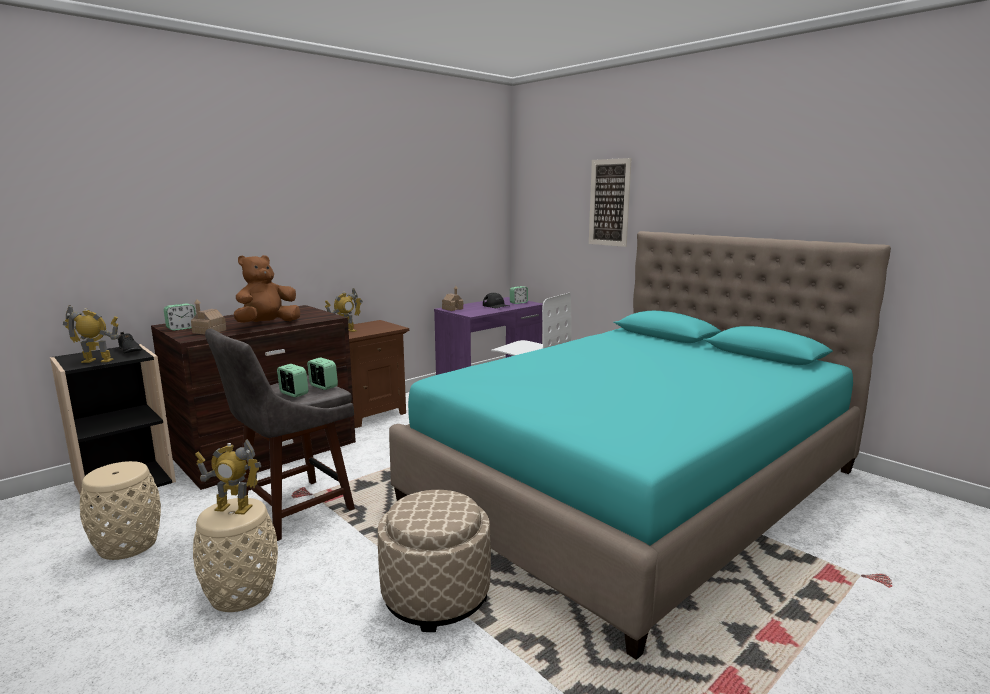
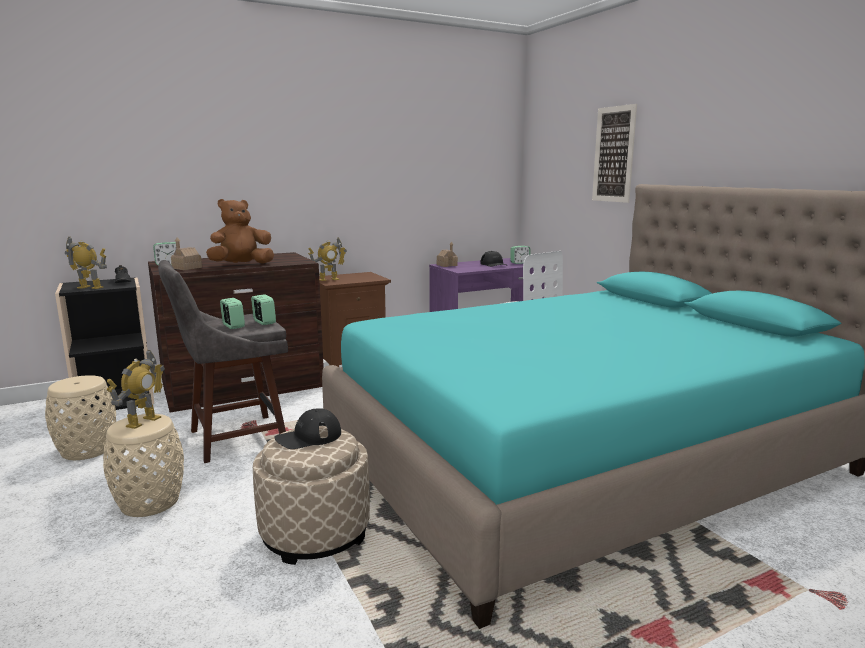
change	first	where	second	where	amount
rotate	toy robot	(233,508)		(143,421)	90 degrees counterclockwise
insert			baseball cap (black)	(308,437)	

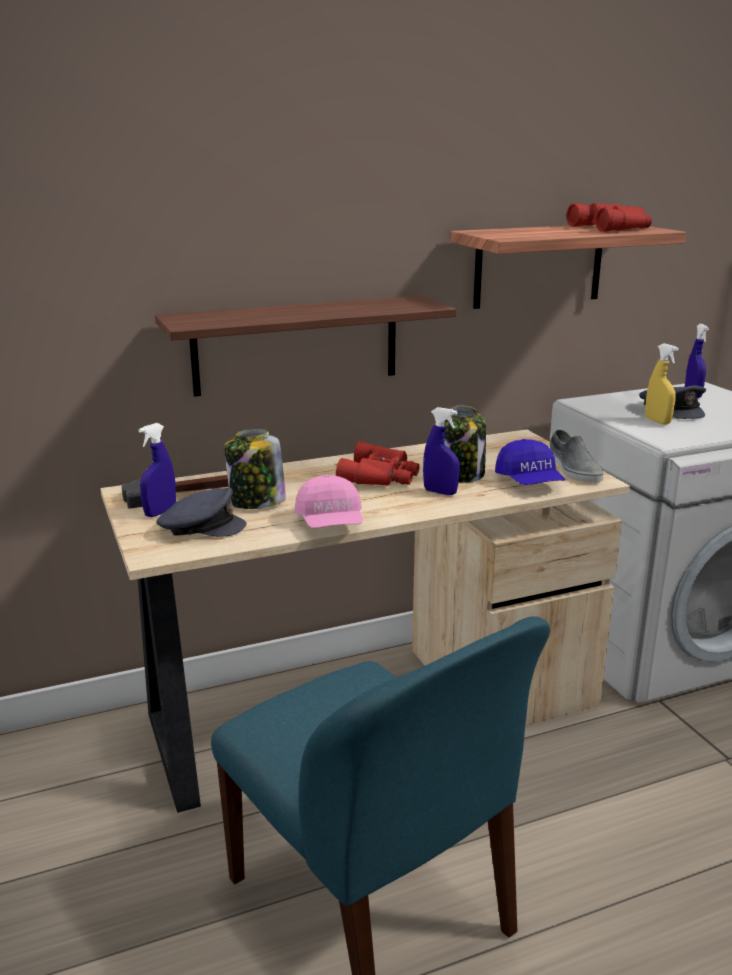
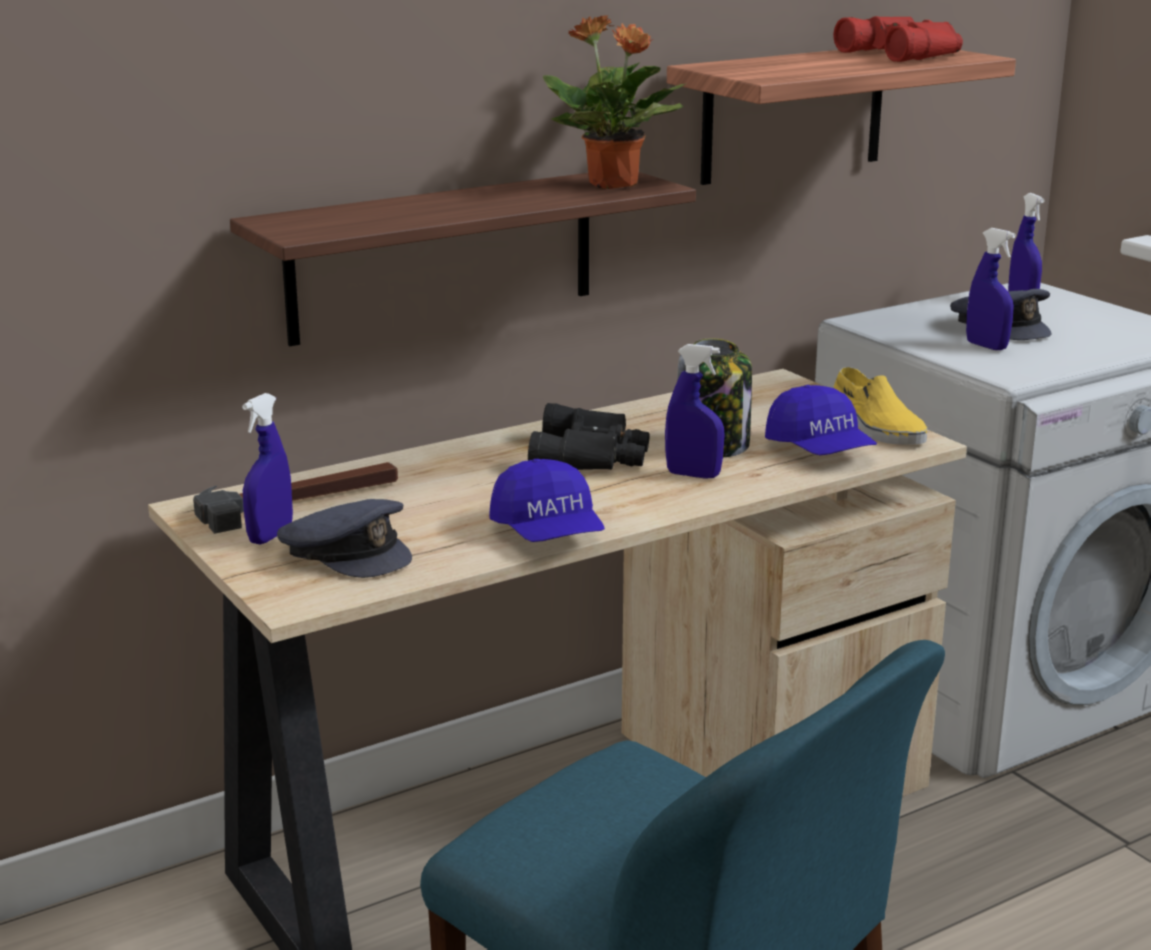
change	first	where	second	where	amount
recolor	sprayer (yellow)	(657,421)	sprayer (blue)	(986,346)	
delete	storage jar	(256,502)			
recolor	shoe (grey)	(573,469)	shoe (yellow)	(876,426)	
recolor	binoculars (red)	(381,476)	binoculars (black)	(592,456)	
recolor	baseball cap (pinkish)	(330,523)	baseball cap (blue)	(548,533)	
rotate	baseball cap (grey)	(201,526)		(348,553)	45 degrees clockwise
insert			plant in a pot	(614,185)	

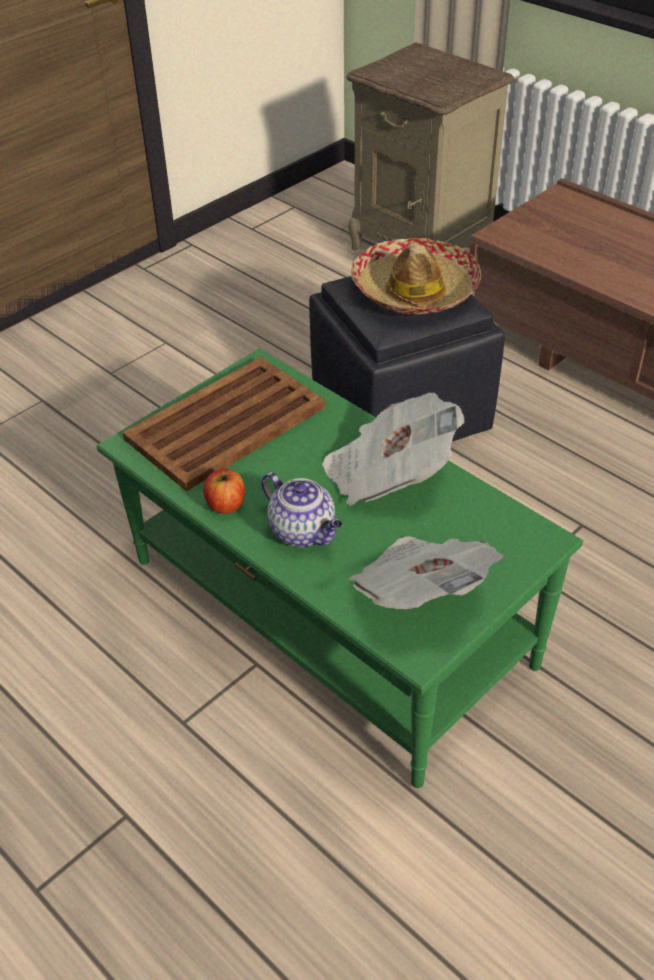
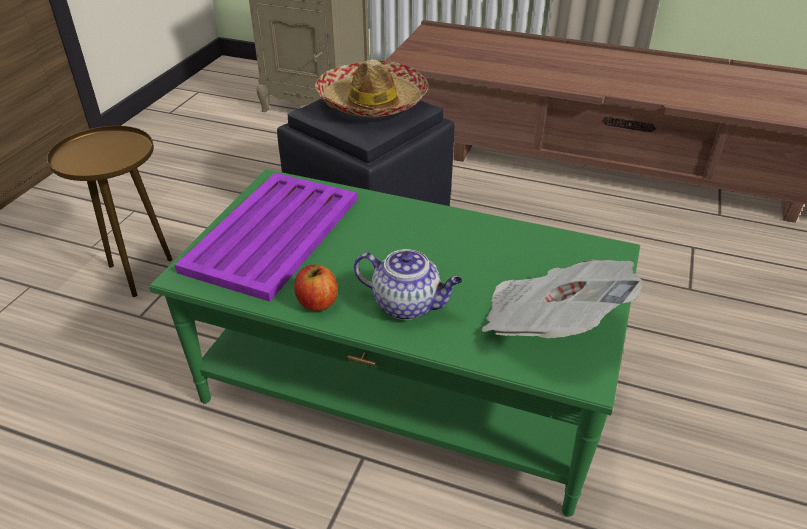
change	first	where	second	where	amount
recolor	tray (brown)	(224,424)	tray (purplish)	(271,235)	
delete	daily paper	(388,474)			
insert			side table (brown)	(139,273)	

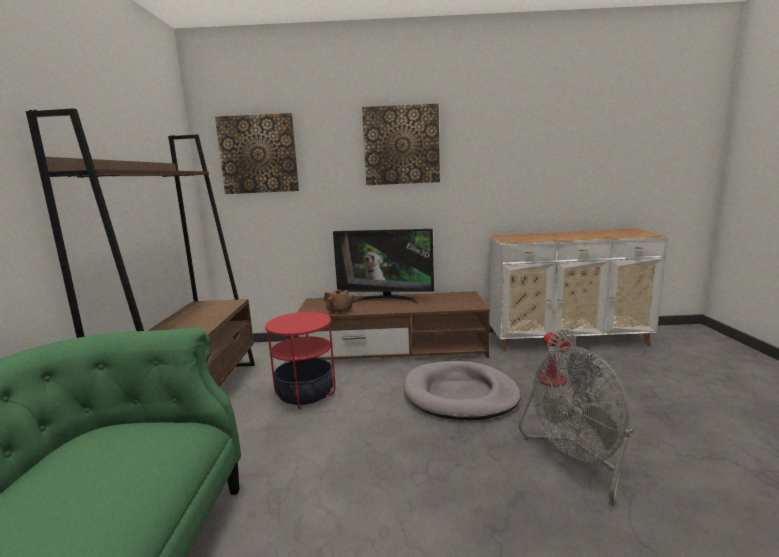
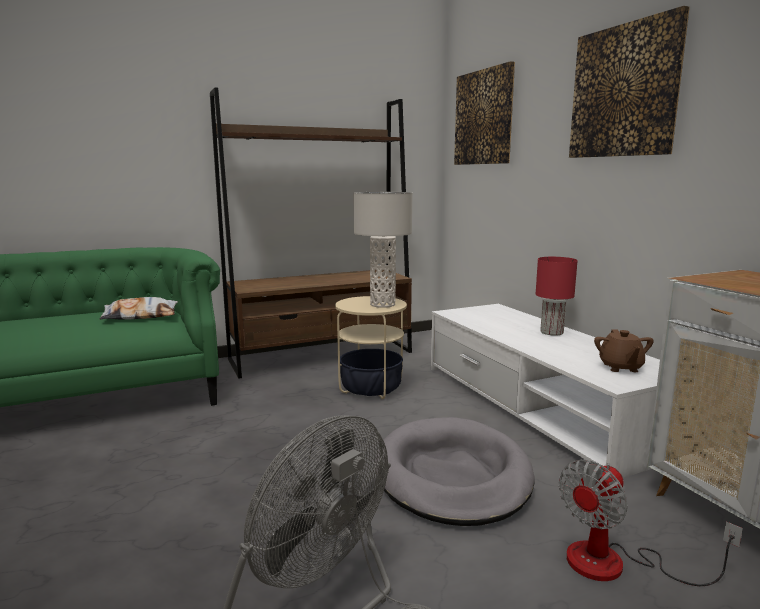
change	first	where	second	where	amount
replace	television	(386,299)	table lamp (red)	(552,332)	
move	pot for tea (brown)	(339,311)		(620,367)	
recolor	media console (brown)	(394,348)	media console (white-coloured)	(538,405)	
recolor	side table (red)	(305,396)	side table (beige)	(371,389)	
insert			table lamp (white-coloured)	(383,304)	
insert			pillow	(140,316)	

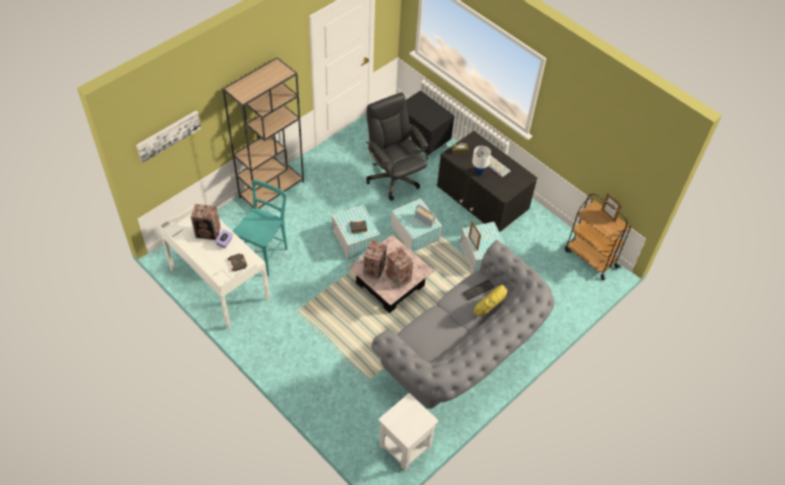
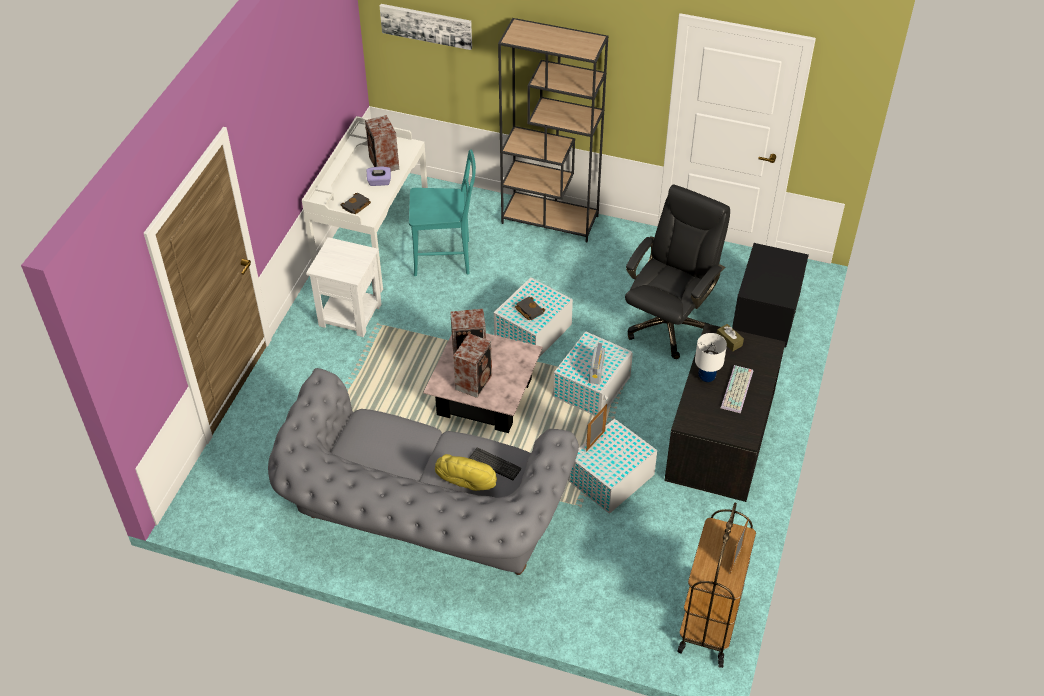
change	first	where	second	where	amount
move	side table (white-coloured)	(405,446)		(349,315)	

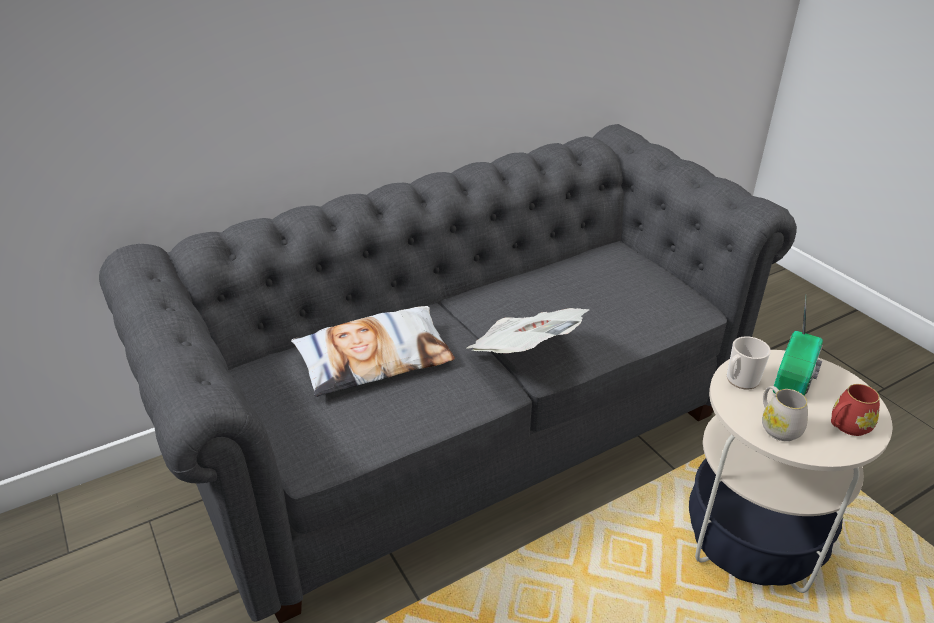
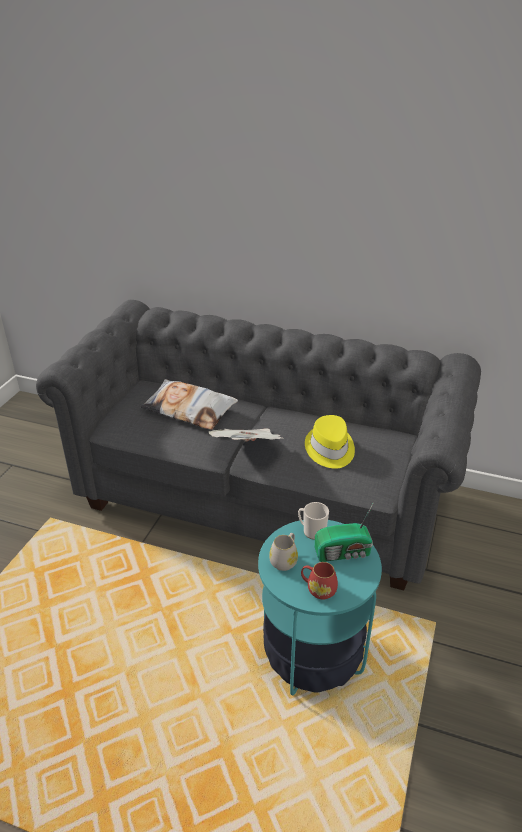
change	first	where	second	where	amount
recolor	side table (beige)	(751,541)	side table (turquoise)	(312,656)	
insert			wearable hat (yellow)	(329,449)	

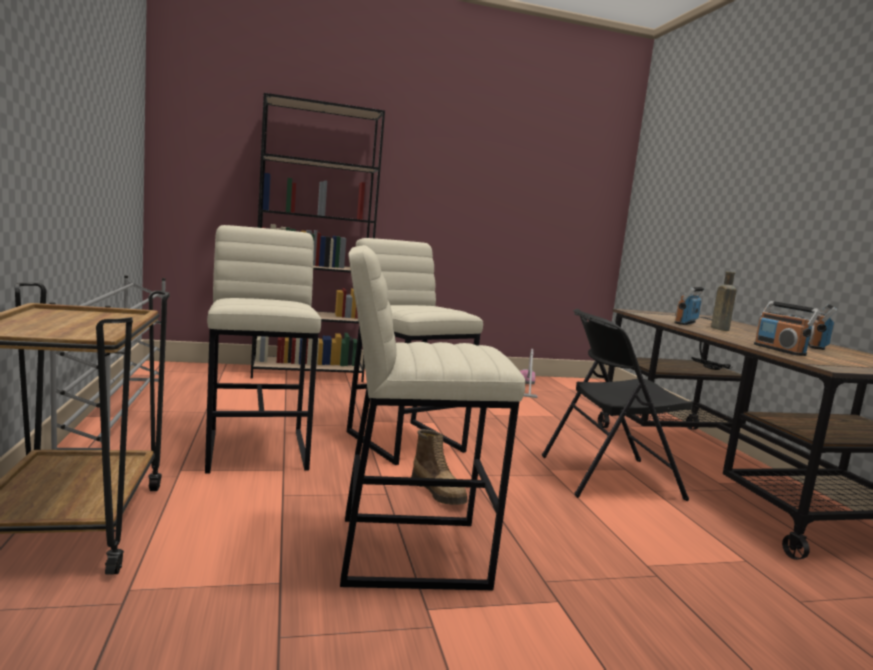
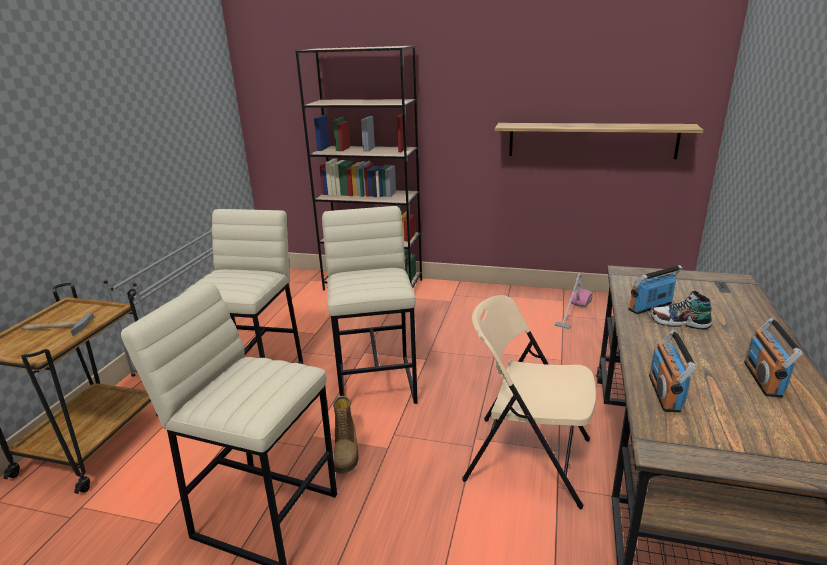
change	first	where	second	where	amount
replace	beverage bottle (brown)	(719,328)	shoe	(679,323)	
rotate	radio set	(816,346)		(763,379)	45 degrees counterclockwise
recolor	plain chair (black)	(609,477)	plain chair (beige)	(528,458)	
insert			wall shelf	(591,140)	
insert			hand hammer	(55,328)	

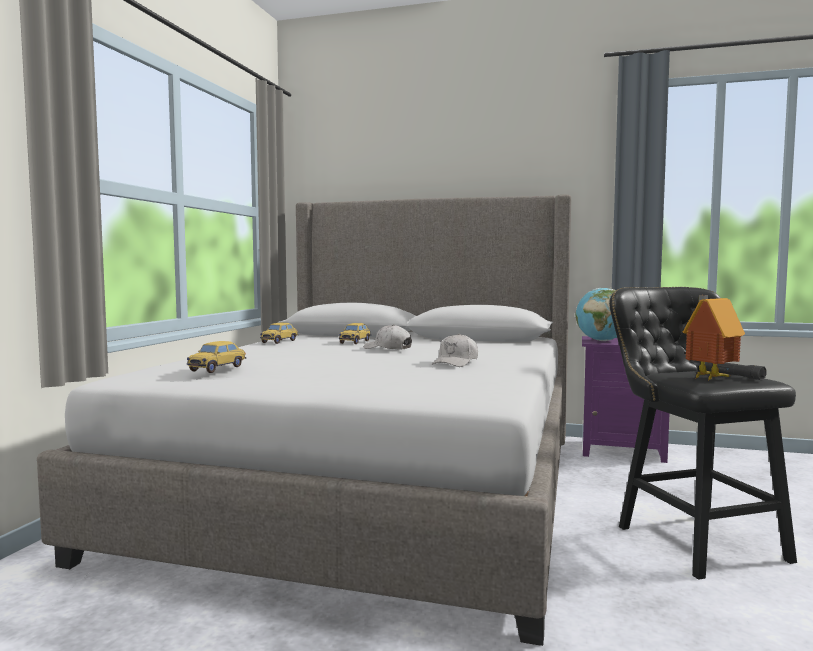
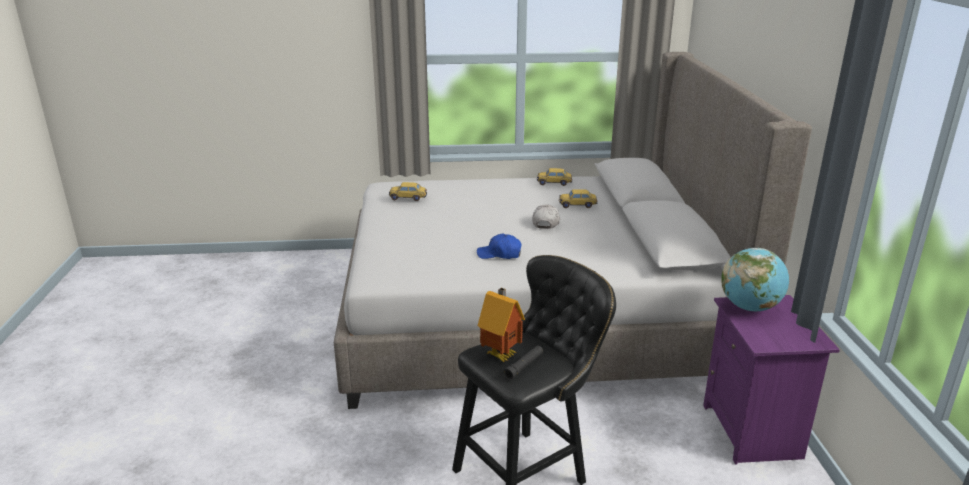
change	first	where	second	where	amount
recolor	baseball cap (white-coloured)	(455,363)	baseball cap (blue)	(499,254)	

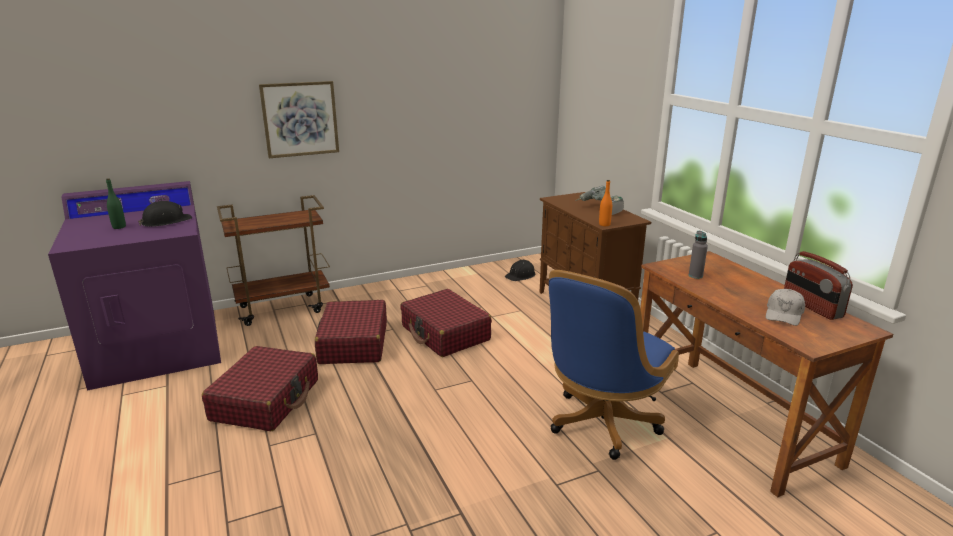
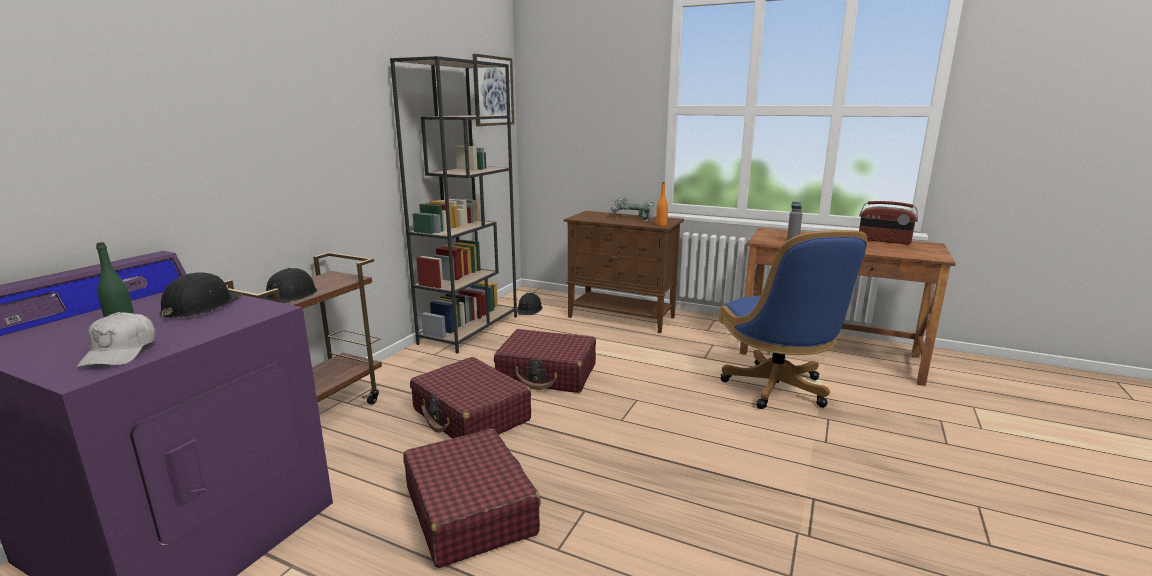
change	first	where	second	where	amount
move	wall picture	(300,119)		(493,91)	
move	baseball cap (white-coloured)	(784,314)		(121,352)	
insert			bookshelf	(469,329)	
insert			work helmet (black)	(290,296)	

